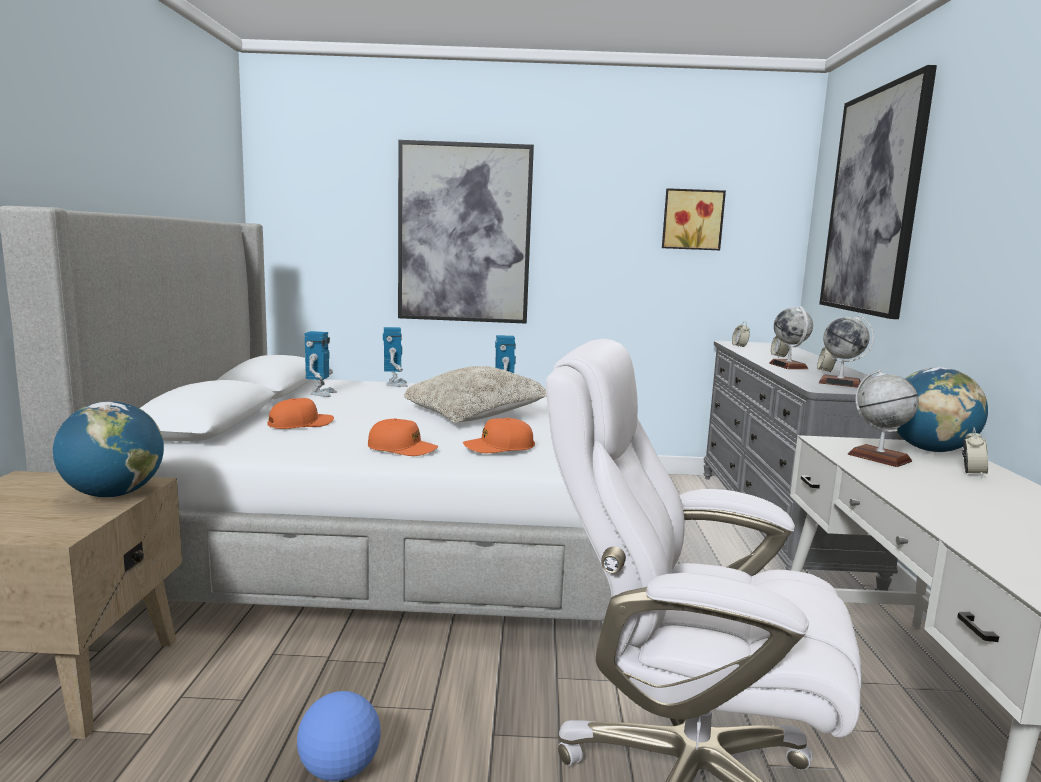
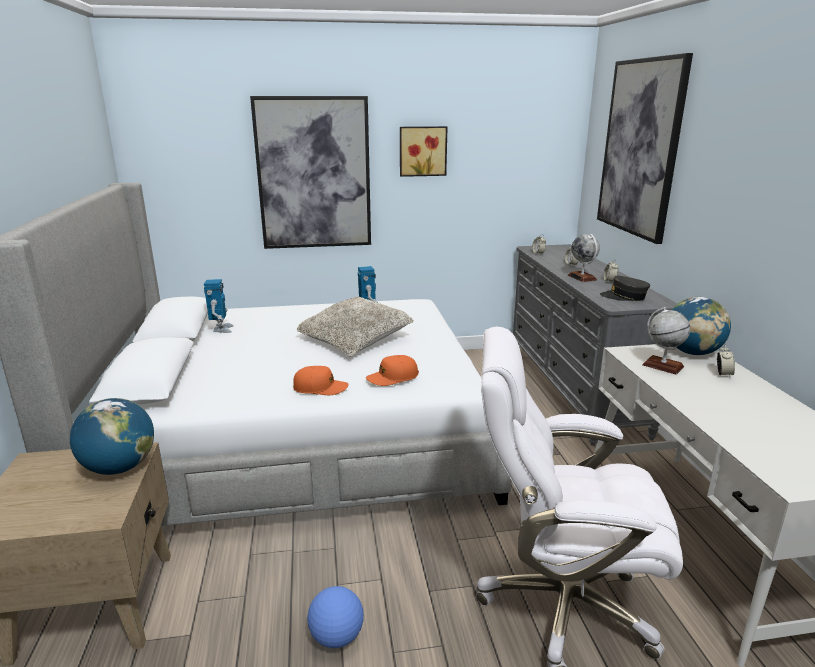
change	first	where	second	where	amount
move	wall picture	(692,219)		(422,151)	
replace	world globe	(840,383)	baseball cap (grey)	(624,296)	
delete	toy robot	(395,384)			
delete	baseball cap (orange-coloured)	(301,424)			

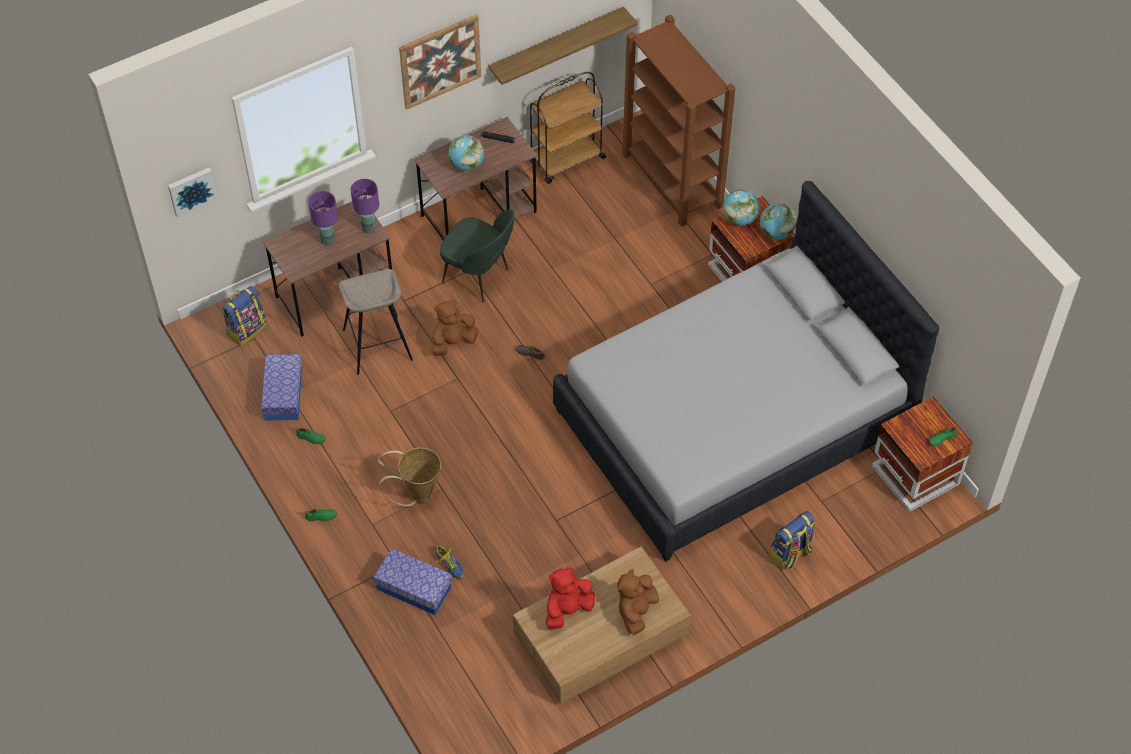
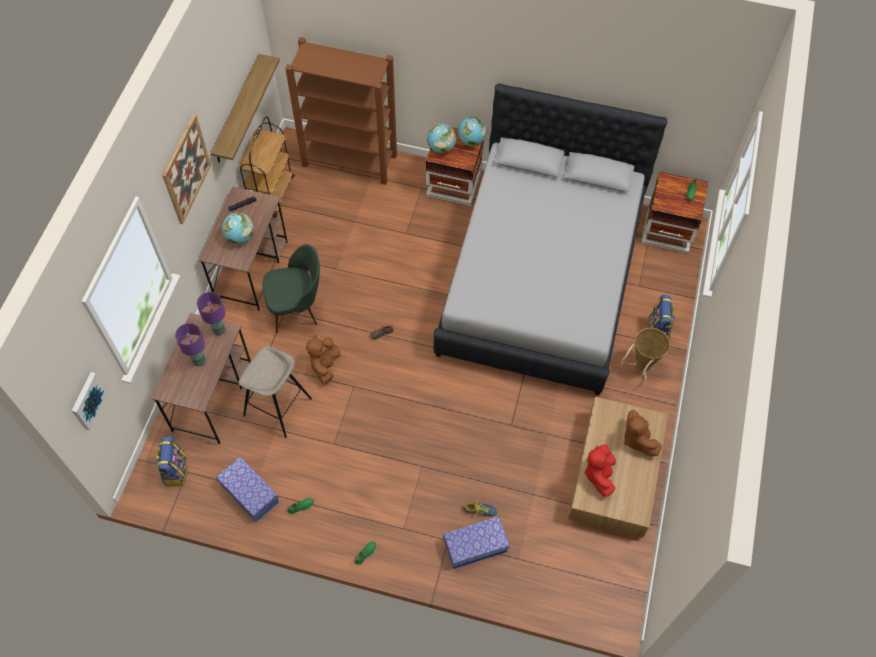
change	first	where	second	where	amount
move	household basket	(417,496)		(640,367)	

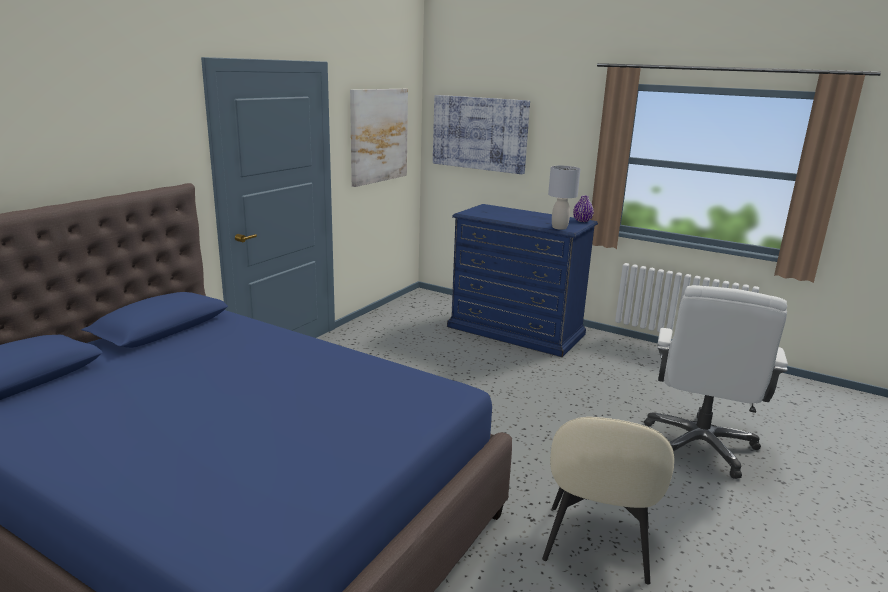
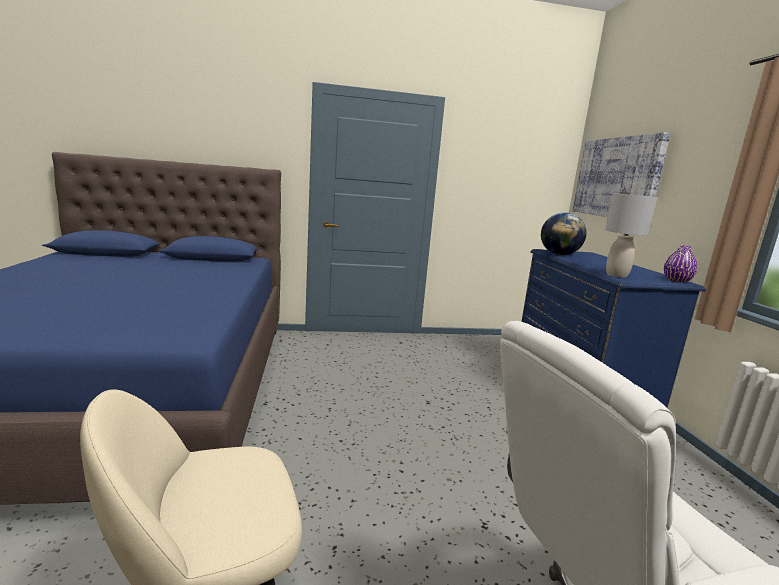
change	first	where	second	where	amount
delete	wall picture	(378,135)			
insert			world globe	(559,254)	

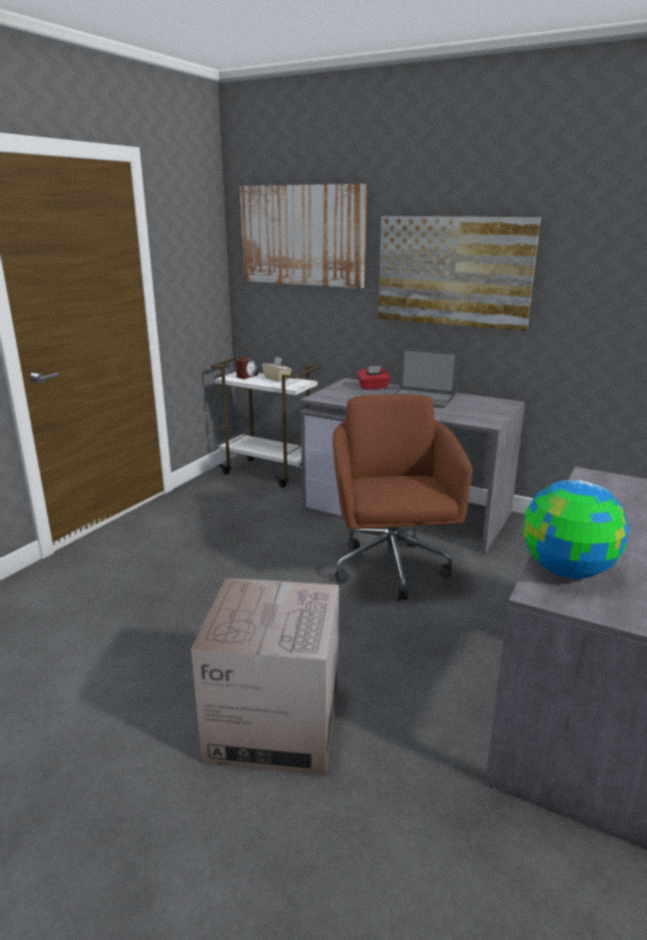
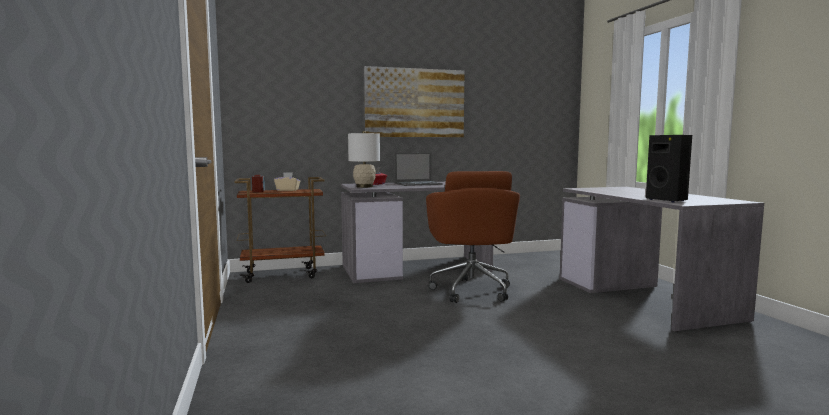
change	first	where	second	where	amount
delete	wall picture	(302,235)			
recolor	cart (white-coloured)	(269,474)	cart (brown)	(283,275)	
rotate	desk chair (brown)	(392,572)		(470,290)	135 degrees counterclockwise
replace	world globe	(568,571)	loudspeaker (black)	(667,200)	
delete	carton	(275,722)			
insert			table lamp (white-coloured)	(364,187)	

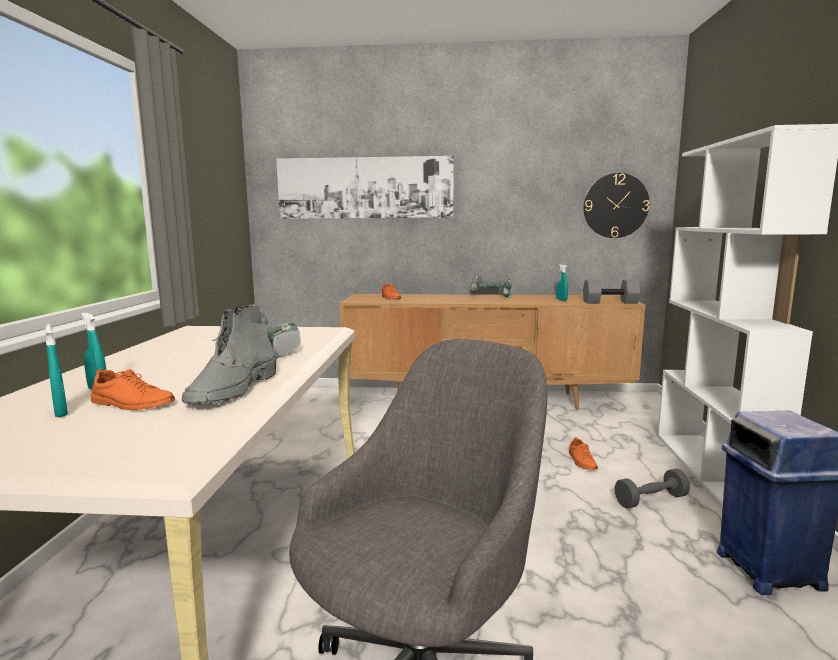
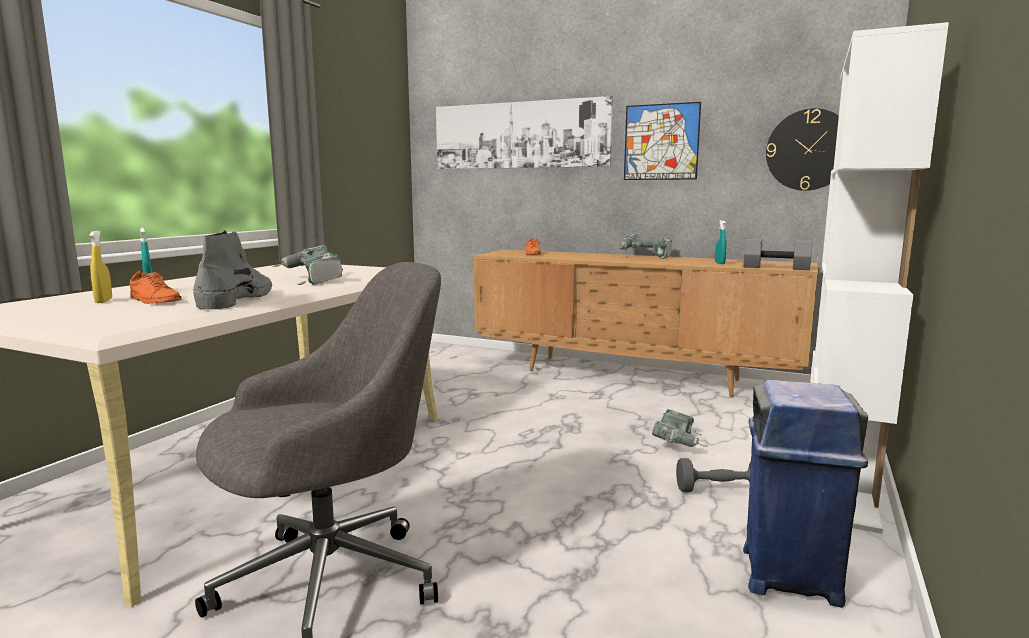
change	first	where	second	where	amount
rotate	tall boot (grey)	(234,390)		(237,299)	150 degrees clockwise
recolor	sprayer (turquoise)	(61,412)	sprayer (yellow)	(103,301)	
replace	shoe (orange-coloured)	(582,461)	power drill	(679,444)	
insert			wall picture	(661,142)	

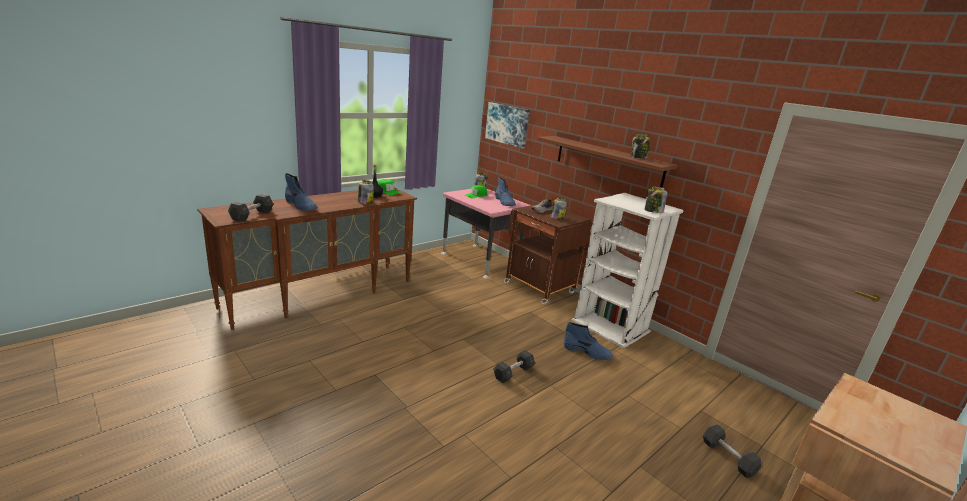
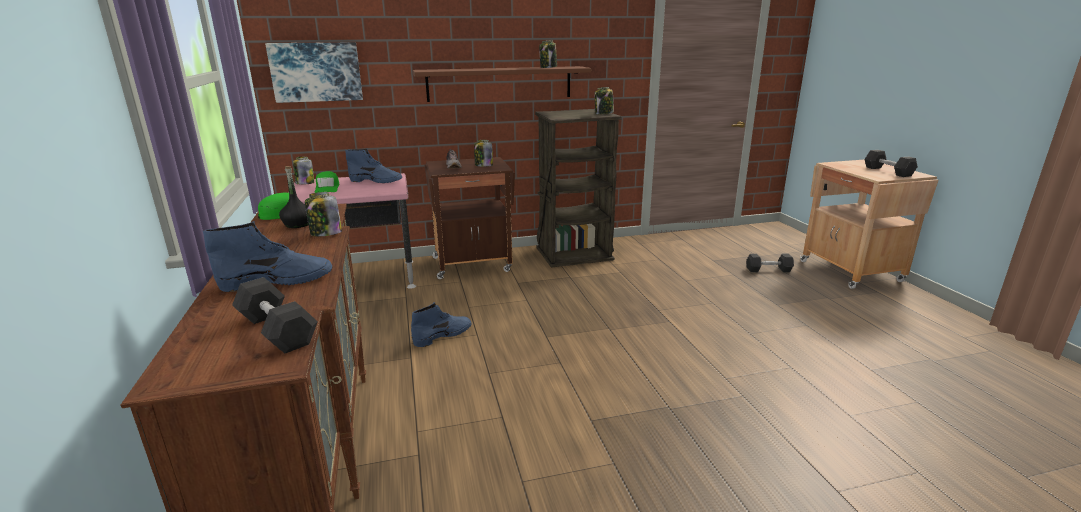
change	first	where	second	where	amount
recolor	bookshelf (white-coloured)	(611,326)	bookshelf (brown)	(574,253)	
move	tall boot (blue)	(587,352)		(443,335)	
move	dumbbell (grey)	(513,373)		(888,171)	

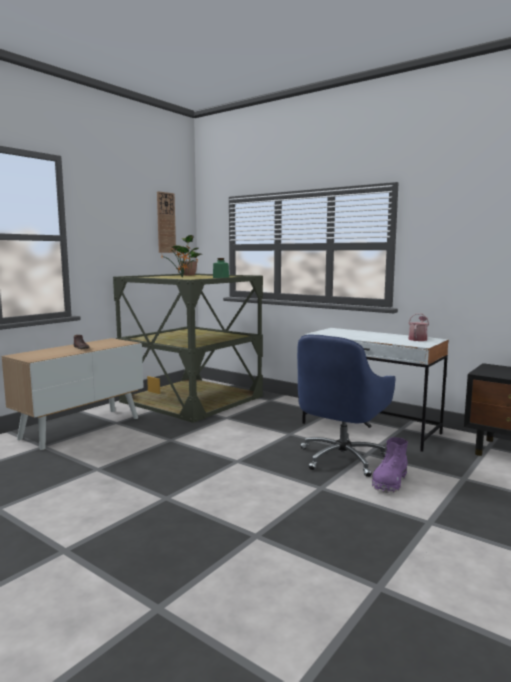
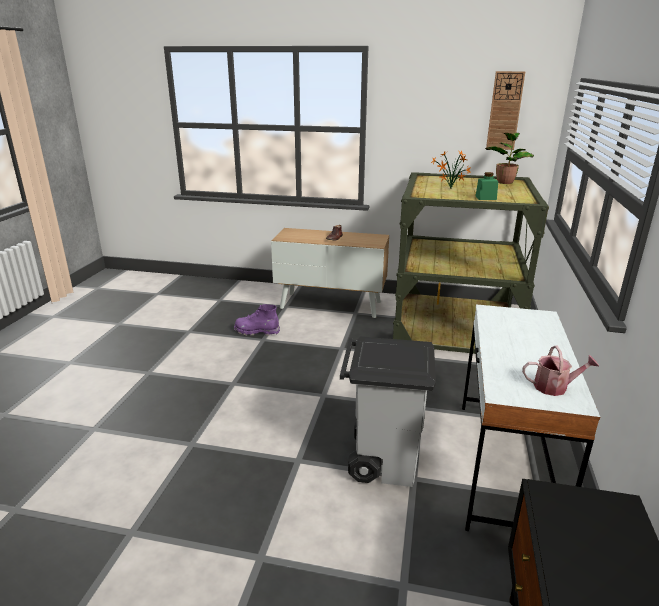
change	first	where	second	where	amount
replace	desk chair (blue)	(341,458)	rubbish bin (grey)	(382,460)	
move	tall boot (purplish)	(389,482)		(257,331)	

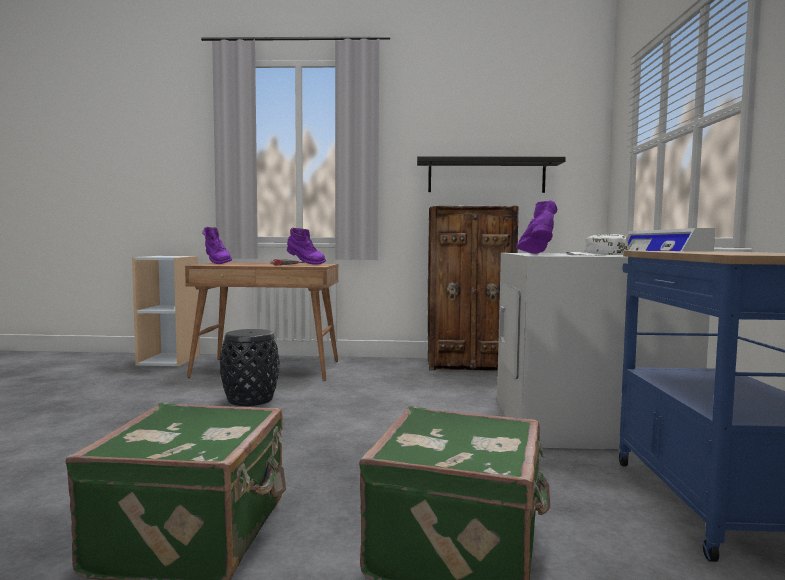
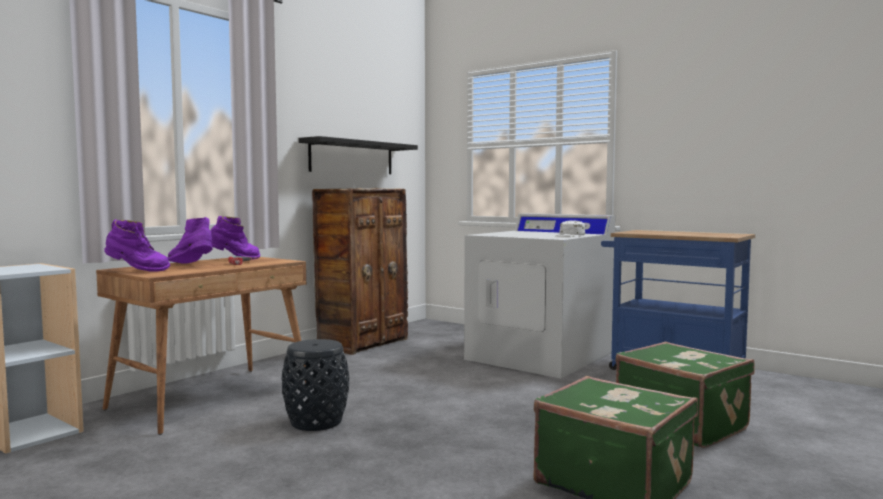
change	first	where	second	where	amount
move	tall boot (purplish)	(536,254)		(191,265)	

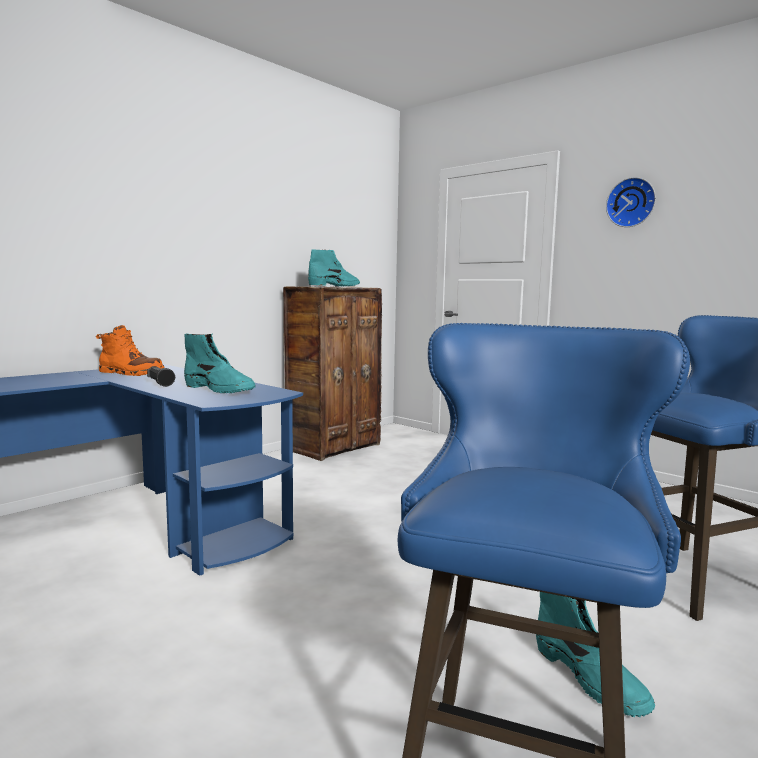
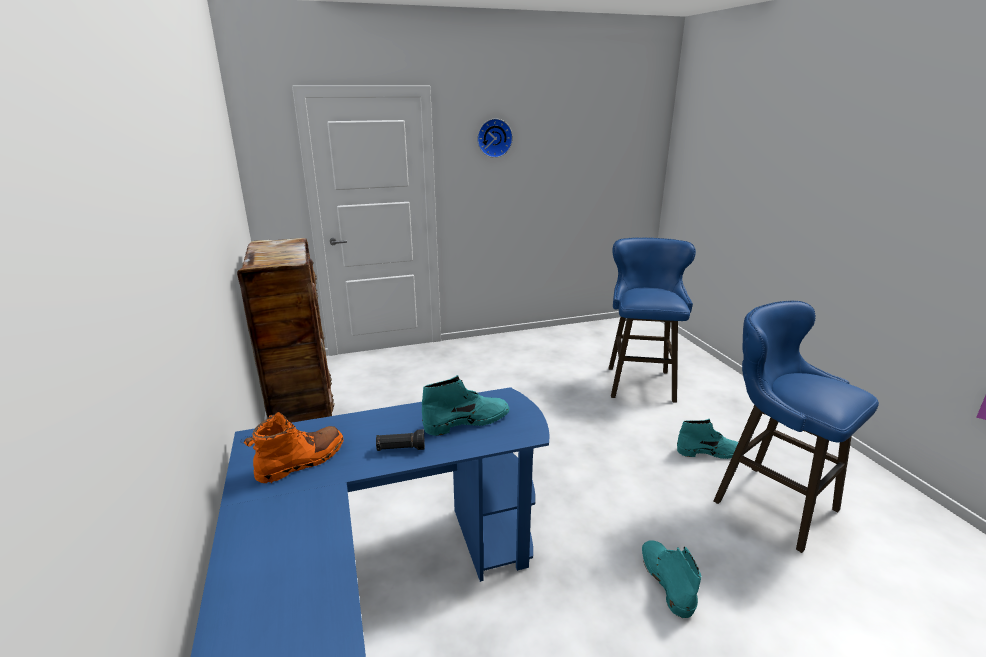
change	first	where	second	where	amount
move	tall boot (turquoise)	(335,286)		(666,580)	

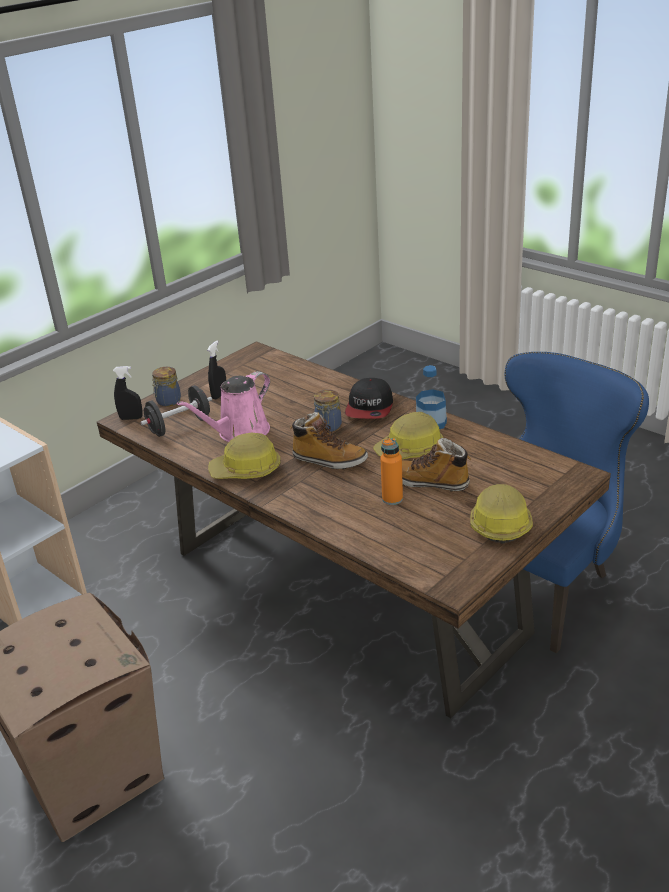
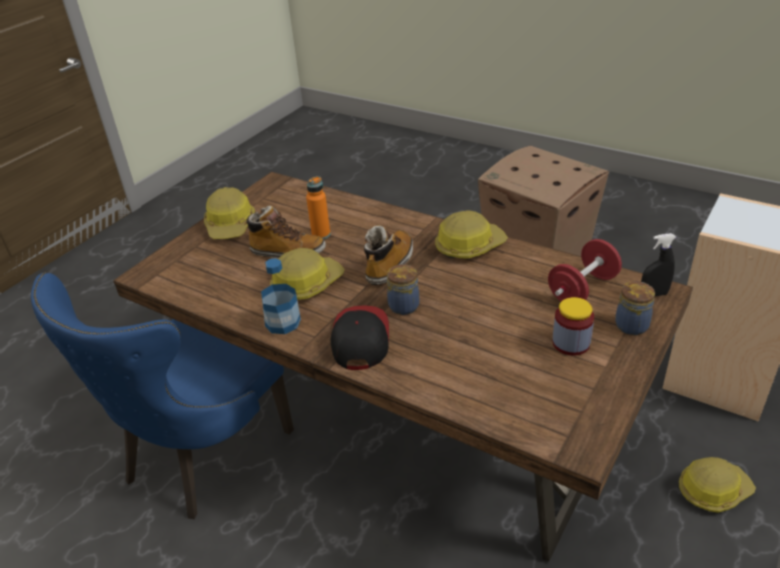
change	first	where	second	where	amount
replace	sprayer (black)	(219,395)	storage jar	(571,343)	
delete	watering can (pinkish)	(239,433)			
recolor	dumbbell (black)	(179,426)	dumbbell (red)	(582,289)	
rotate	tall boot	(329,460)		(389,265)	105 degrees clockwise
insert			work helmet	(712,490)	

